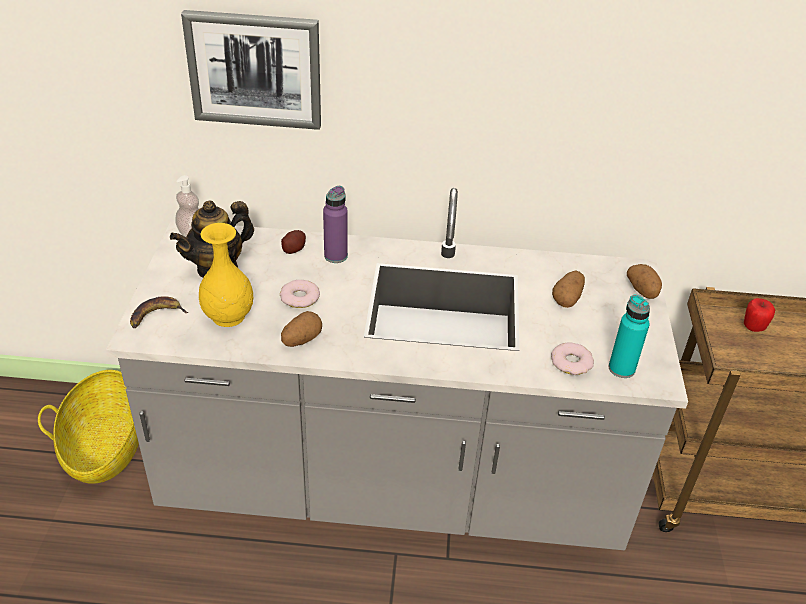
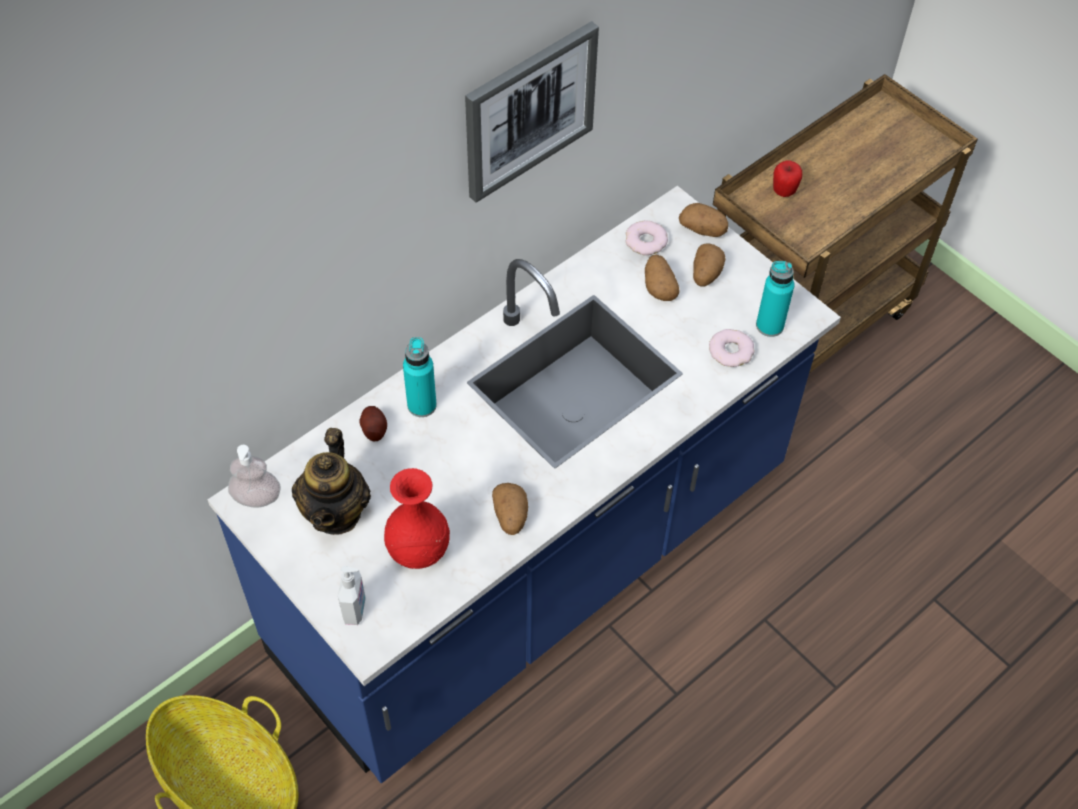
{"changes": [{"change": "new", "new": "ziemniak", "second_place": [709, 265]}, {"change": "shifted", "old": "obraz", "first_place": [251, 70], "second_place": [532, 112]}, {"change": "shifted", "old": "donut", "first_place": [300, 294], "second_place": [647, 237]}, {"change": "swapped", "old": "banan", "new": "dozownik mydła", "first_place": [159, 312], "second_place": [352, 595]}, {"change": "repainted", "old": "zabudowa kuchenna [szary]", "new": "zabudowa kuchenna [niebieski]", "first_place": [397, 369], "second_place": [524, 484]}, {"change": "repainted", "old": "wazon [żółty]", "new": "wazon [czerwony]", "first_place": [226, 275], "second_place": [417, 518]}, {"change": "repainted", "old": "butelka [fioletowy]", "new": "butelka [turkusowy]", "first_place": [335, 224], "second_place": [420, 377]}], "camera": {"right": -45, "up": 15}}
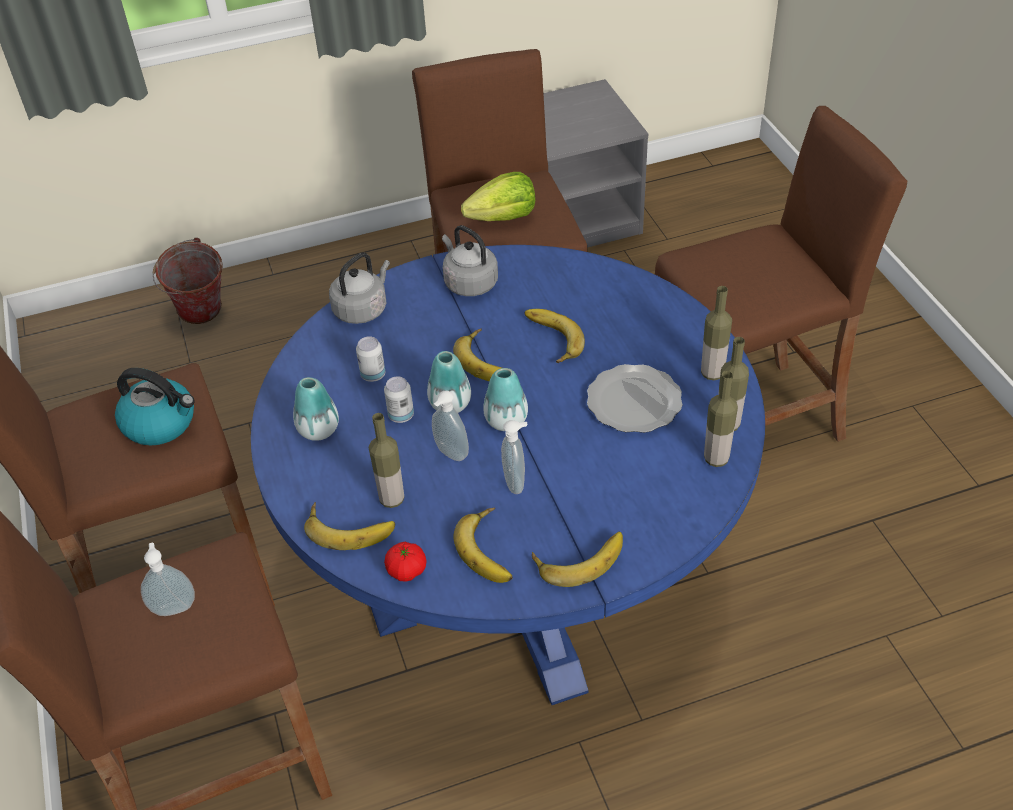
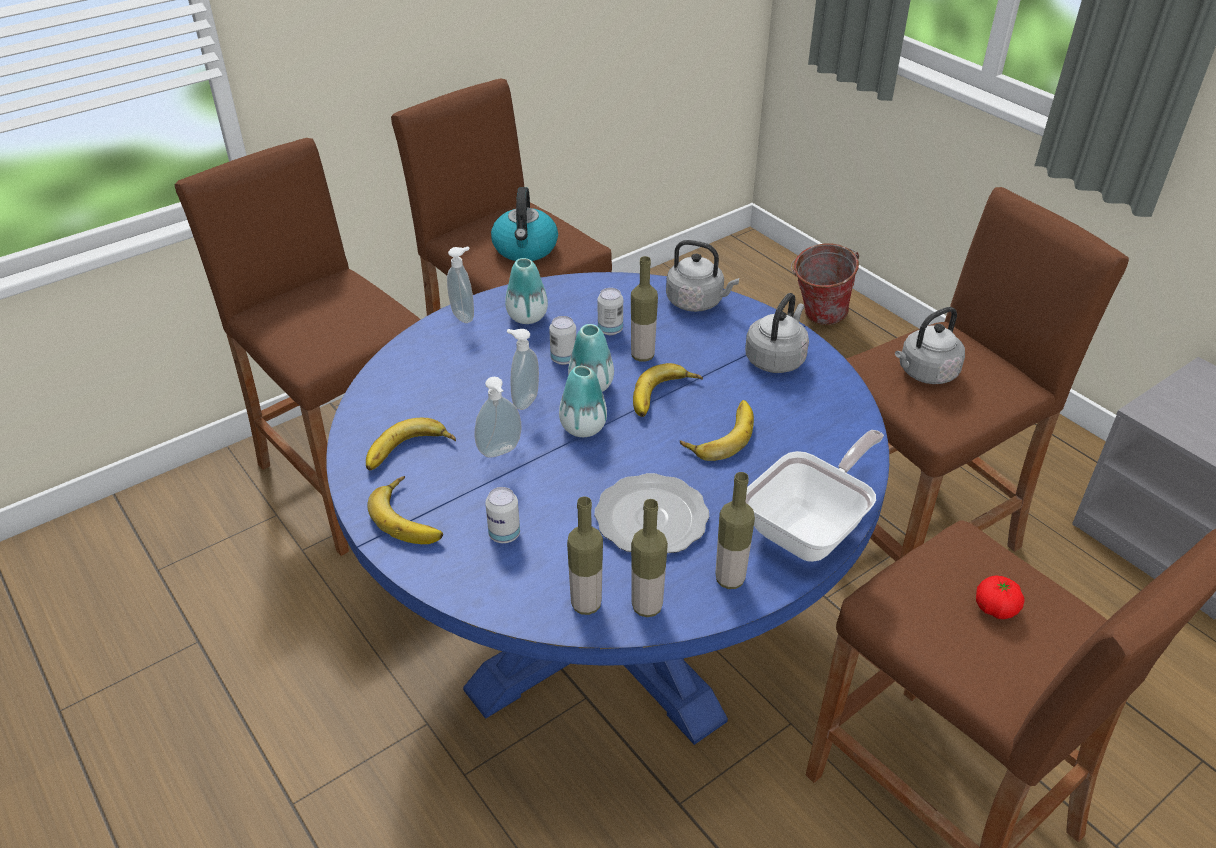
{"changes": [{"change": "gone", "old": "banan", "first_place": [349, 526]}, {"change": "new", "new": "puszka", "second_place": [502, 515]}, {"change": "new", "new": "patelnia", "second_place": [814, 496]}, {"change": "shifted", "old": "dozownik mydła", "first_place": [168, 579], "second_place": [460, 285]}, {"change": "shifted", "old": "butelka", "first_place": [386, 460], "second_place": [644, 309]}, {"change": "shifted", "old": "pomidor", "first_place": [405, 562], "second_place": [1000, 597]}, {"change": "swapped", "old": "sałata", "new": "czajnik [szary]", "first_place": [498, 196], "second_place": [930, 345]}], "camera": {"right": 70, "up": -5}}
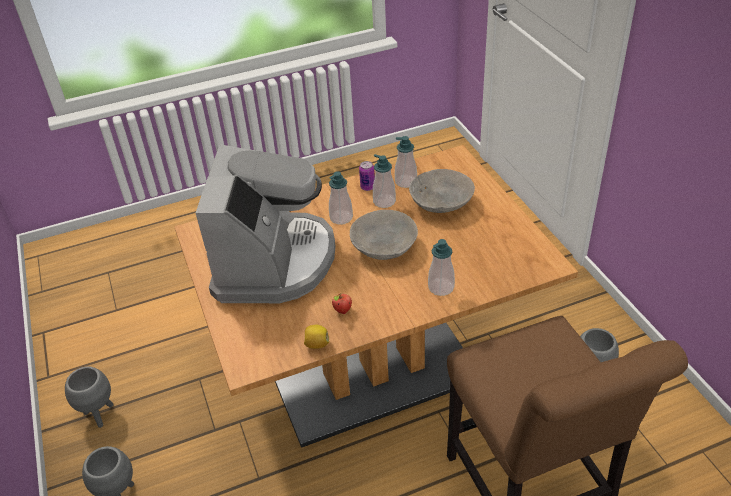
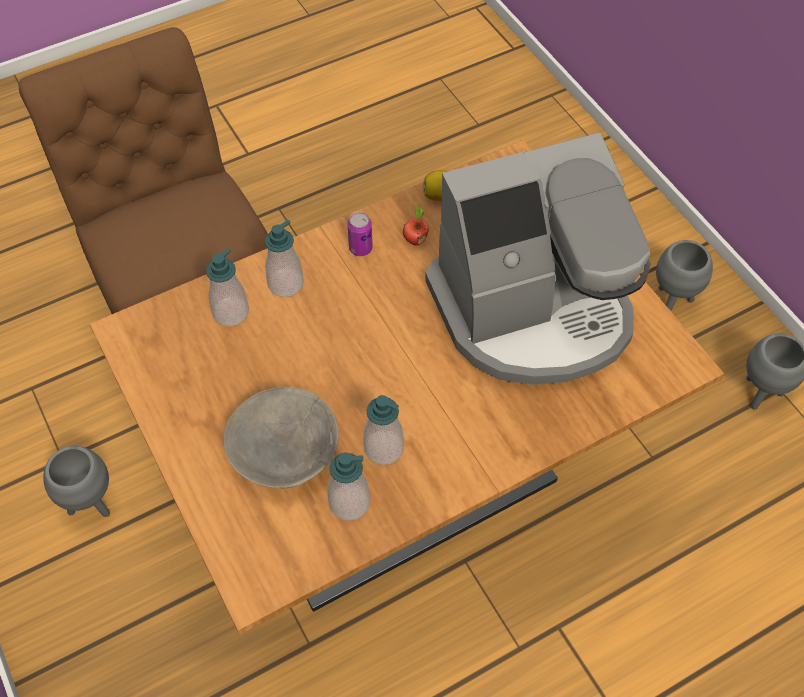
{"changes": [{"change": "gone", "old": "miska [szary]", "first_place": [384, 235]}, {"change": "shifted", "old": "dozownik mydła", "first_place": [341, 198], "second_place": [227, 287]}, {"change": "shifted", "old": "puszka", "first_place": [367, 176], "second_place": [360, 234]}, {"change": "rotated", "old": "ekspres do kawy", "first_place": [266, 223], "second_place": [538, 258], "degrees": -105}], "camera": {"right": 170, "up": 15}}
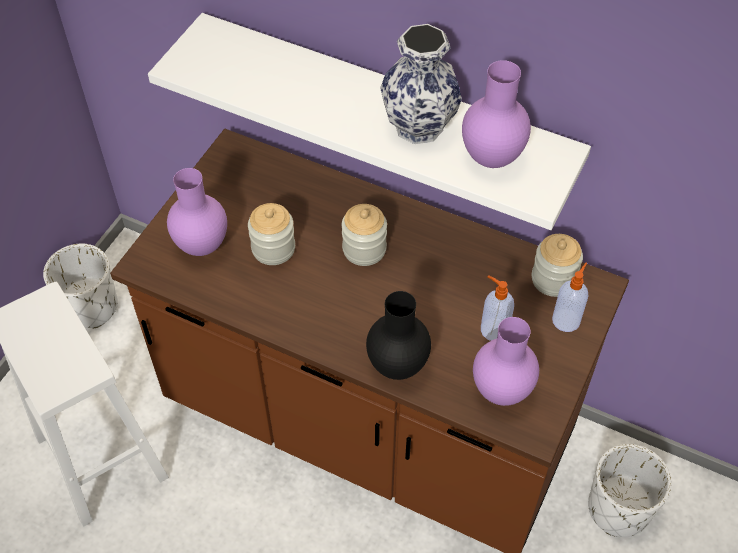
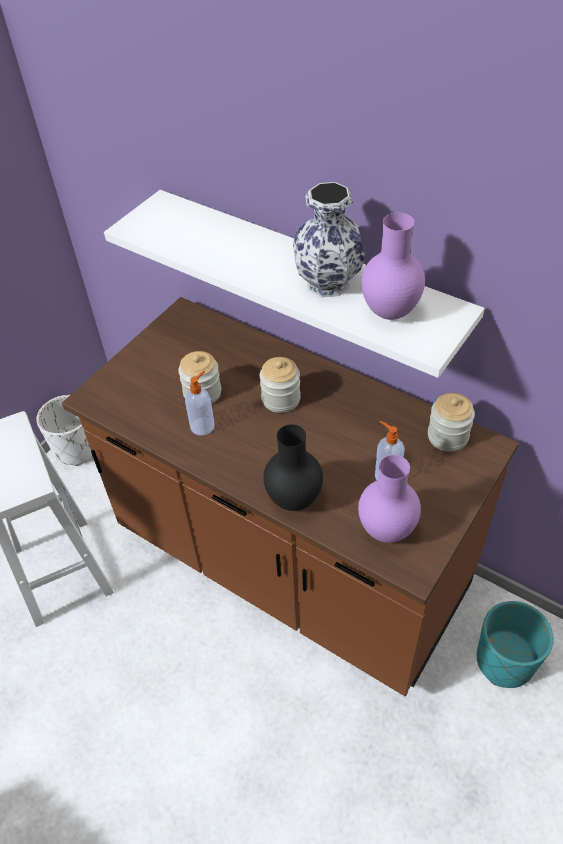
{"changes": [{"change": "gone", "old": "wazon [fioletowy]", "first_place": [197, 212]}, {"change": "shifted", "old": "dozownik mydła", "first_place": [570, 297], "second_place": [200, 403]}, {"change": "repainted", "old": "donica [biały]", "new": "donica [turkusowy]", "first_place": [630, 490], "second_place": [515, 644]}], "camera": {"right": 10, "up": -5}}
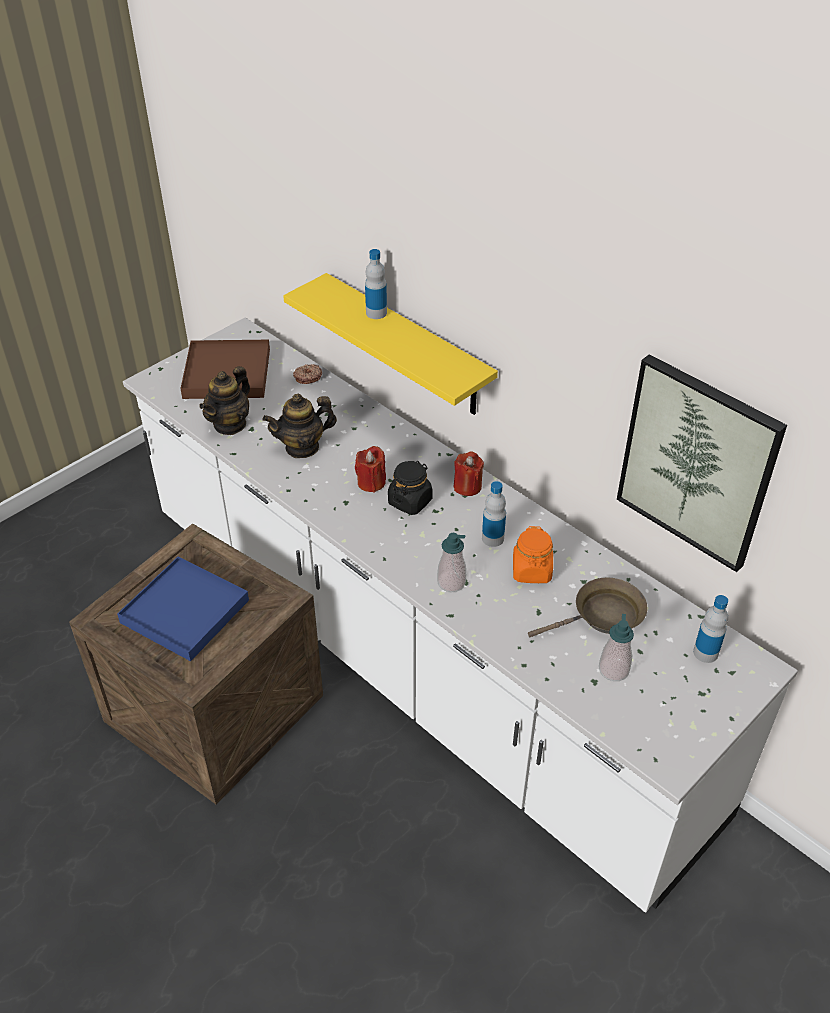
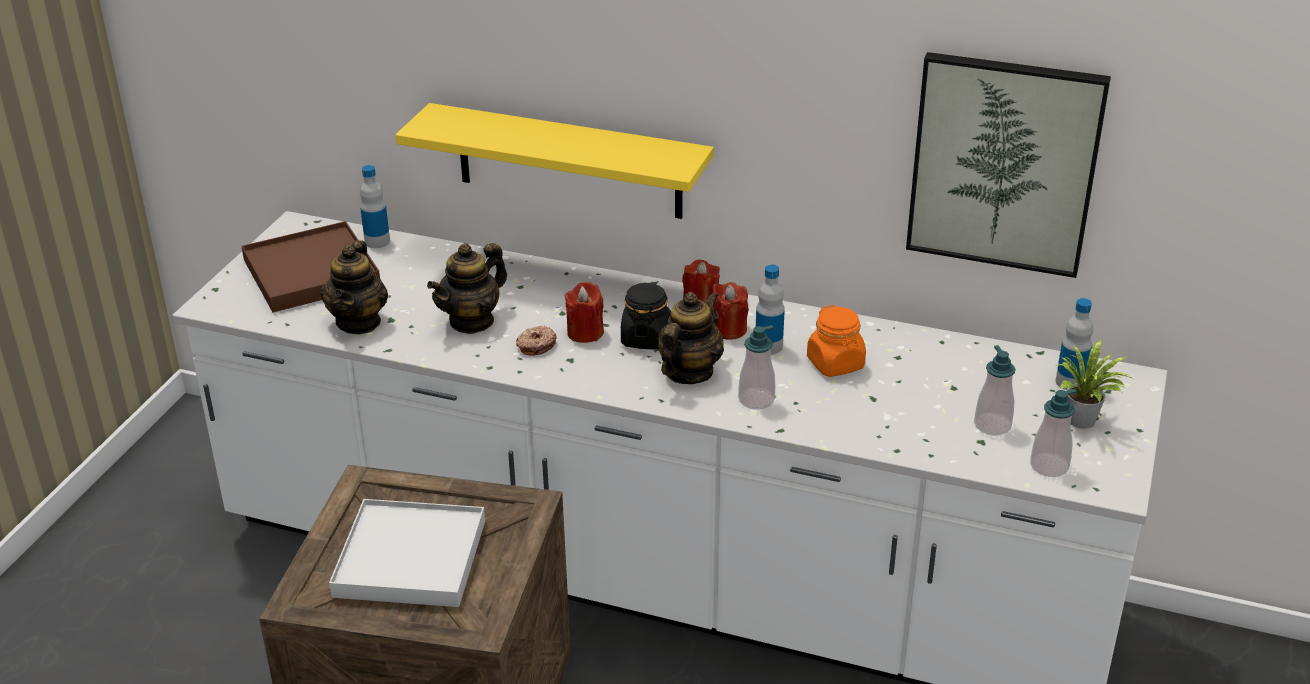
{"changes": [{"change": "gone", "old": "patelnia [brązowy]", "first_place": [588, 607]}, {"change": "new", "new": "imbryk", "second_place": [691, 338]}, {"change": "new", "new": "świeca [czerwony]", "second_place": [730, 311]}, {"change": "new", "new": "dozownik mydła", "second_place": [1053, 433]}, {"change": "new", "new": "roślina doniczkowa", "second_place": [1093, 384]}, {"change": "shifted", "old": "donut", "first_place": [307, 374], "second_place": [536, 341]}, {"change": "shifted", "old": "butelka", "first_place": [376, 284], "second_place": [375, 206]}, {"change": "repainted", "old": "taca [niebieski]", "new": "taca [biały]", "first_place": [183, 609], "second_place": [407, 553]}], "camera": {"right": -25, "up": -10}}
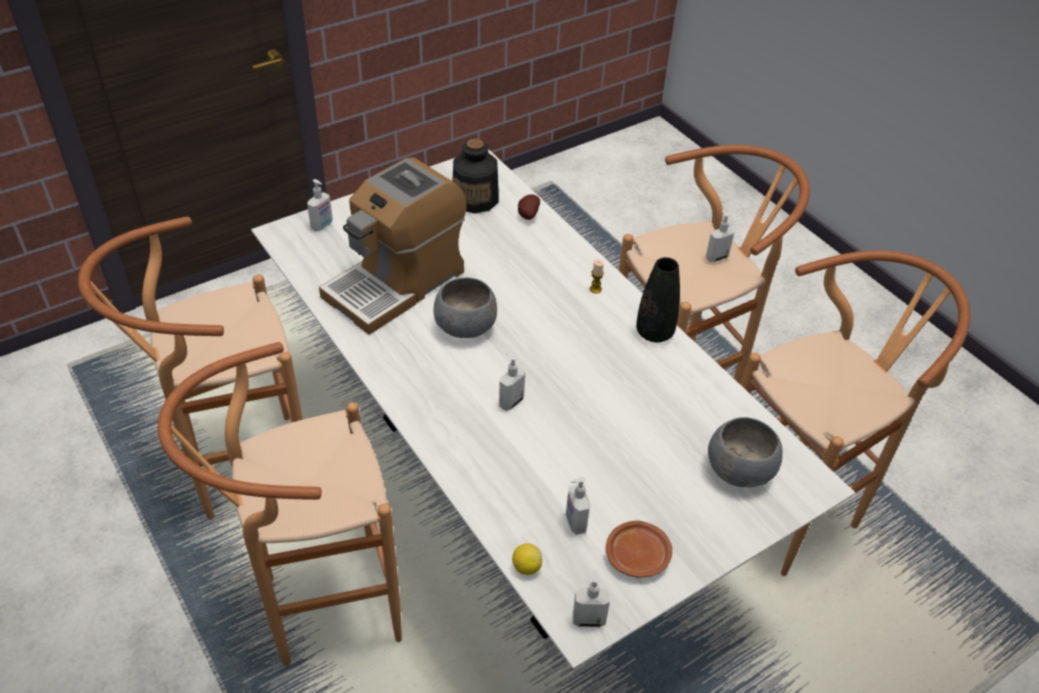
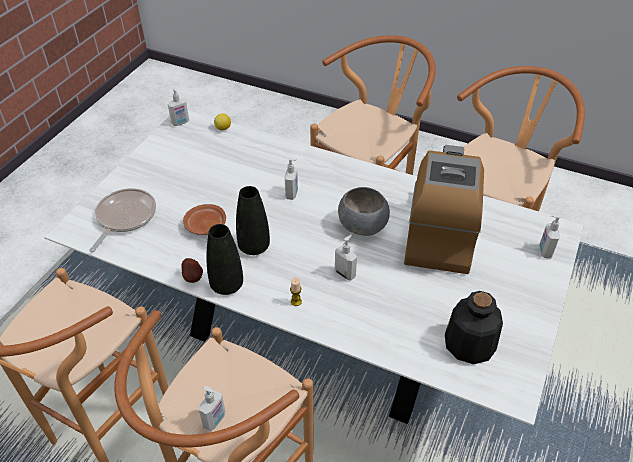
{"changes": [{"change": "new", "new": "wazon [czarny]", "second_place": [253, 220]}, {"change": "shifted", "old": "ziemniak", "first_place": [529, 207], "second_place": [192, 270]}, {"change": "shifted", "old": "dozownik mydła", "first_place": [578, 506], "second_place": [346, 258]}, {"change": "shifted", "old": "talerz [brązowy]", "first_place": [639, 549], "second_place": [204, 219]}, {"change": "swapped", "old": "miska [szary]", "new": "patelnia", "first_place": [745, 452], "second_place": [122, 220]}], "camera": {"right": 150, "up": 0}}
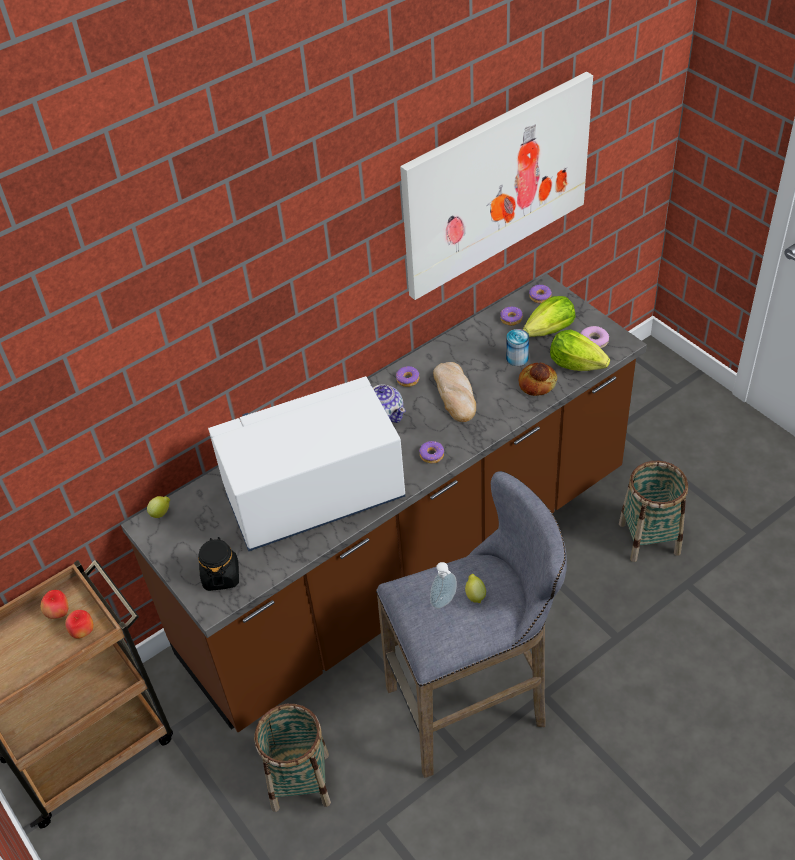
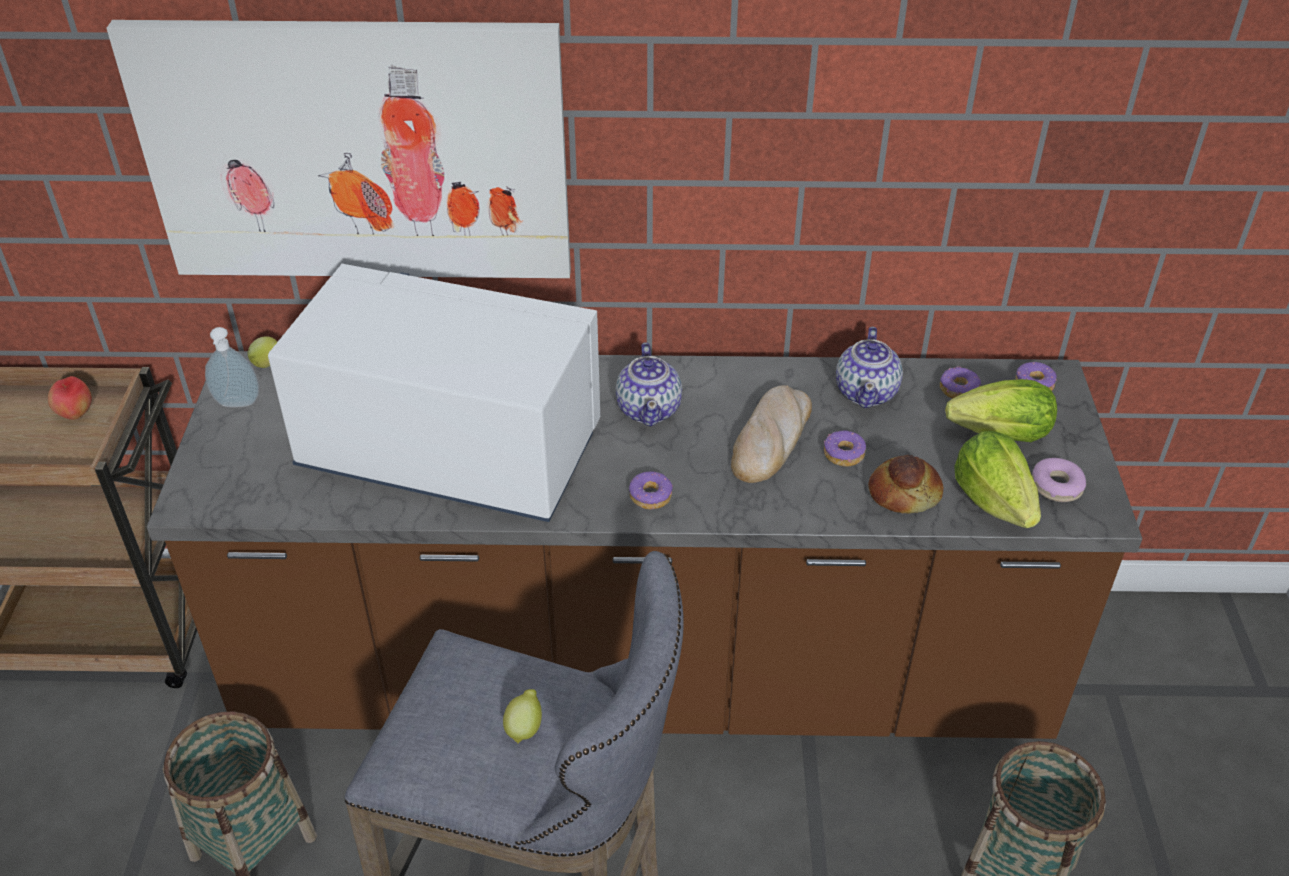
{"changes": [{"change": "gone", "old": "jabłko", "first_place": [79, 624]}, {"change": "gone", "old": "słoik [czarny]", "first_place": [218, 564]}, {"change": "gone", "old": "puszka", "first_place": [517, 347]}, {"change": "new", "new": "imbryk", "second_place": [869, 367]}, {"change": "shifted", "old": "donut", "first_place": [407, 376], "second_place": [845, 448]}, {"change": "shifted", "old": "obraz", "first_place": [496, 186], "second_place": [338, 149]}, {"change": "shifted", "old": "dozownik mydła", "first_place": [443, 585], "second_place": [232, 367]}], "camera": {"right": 35, "up": -5}}
